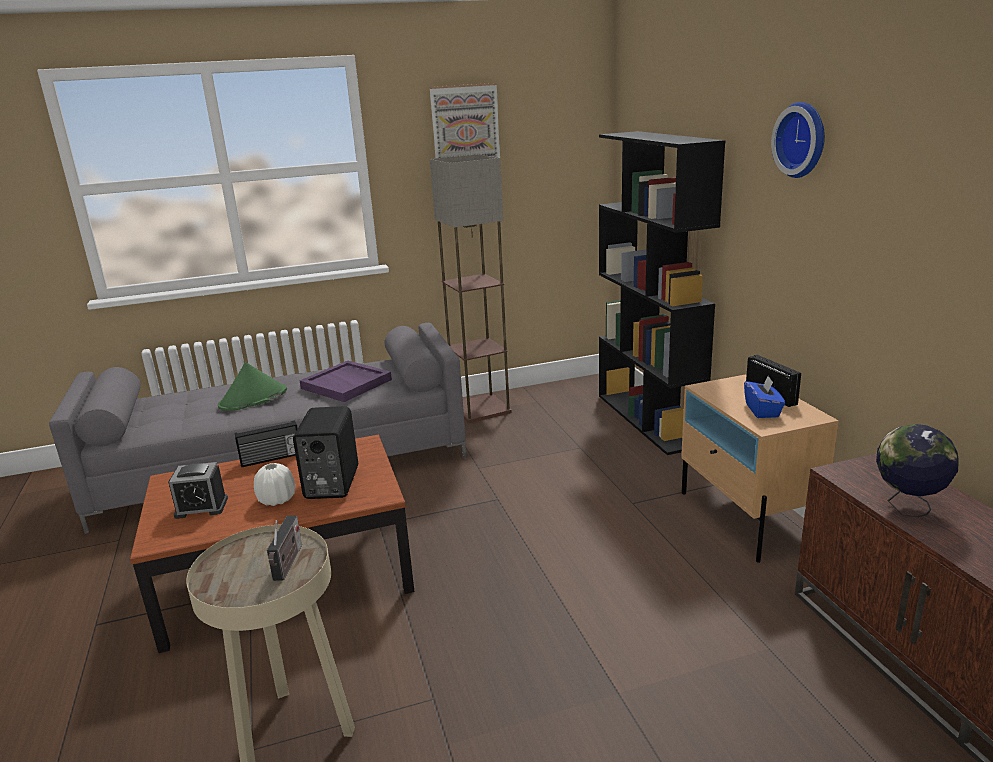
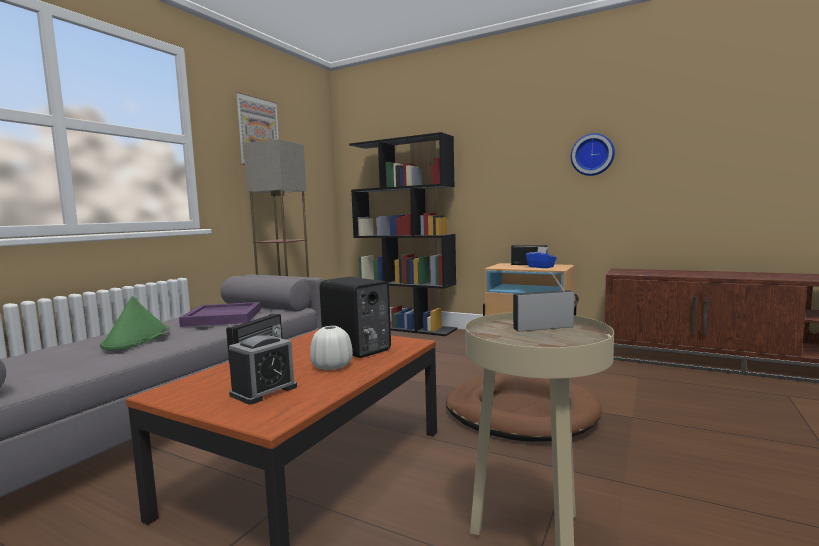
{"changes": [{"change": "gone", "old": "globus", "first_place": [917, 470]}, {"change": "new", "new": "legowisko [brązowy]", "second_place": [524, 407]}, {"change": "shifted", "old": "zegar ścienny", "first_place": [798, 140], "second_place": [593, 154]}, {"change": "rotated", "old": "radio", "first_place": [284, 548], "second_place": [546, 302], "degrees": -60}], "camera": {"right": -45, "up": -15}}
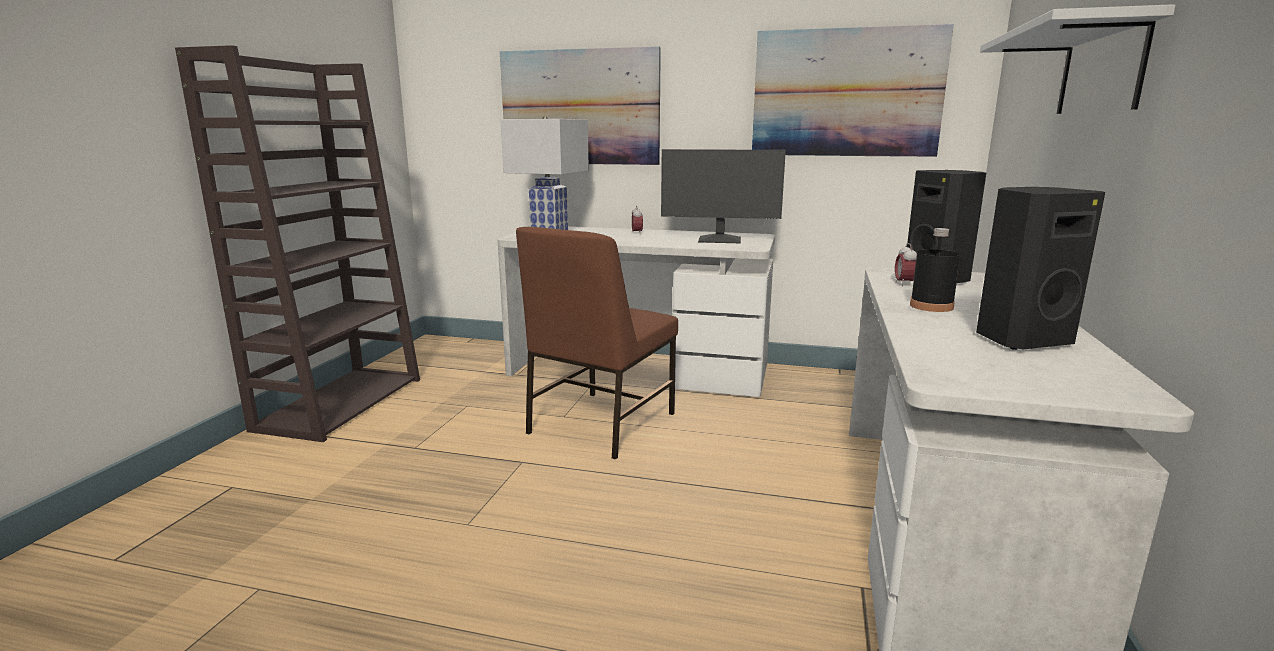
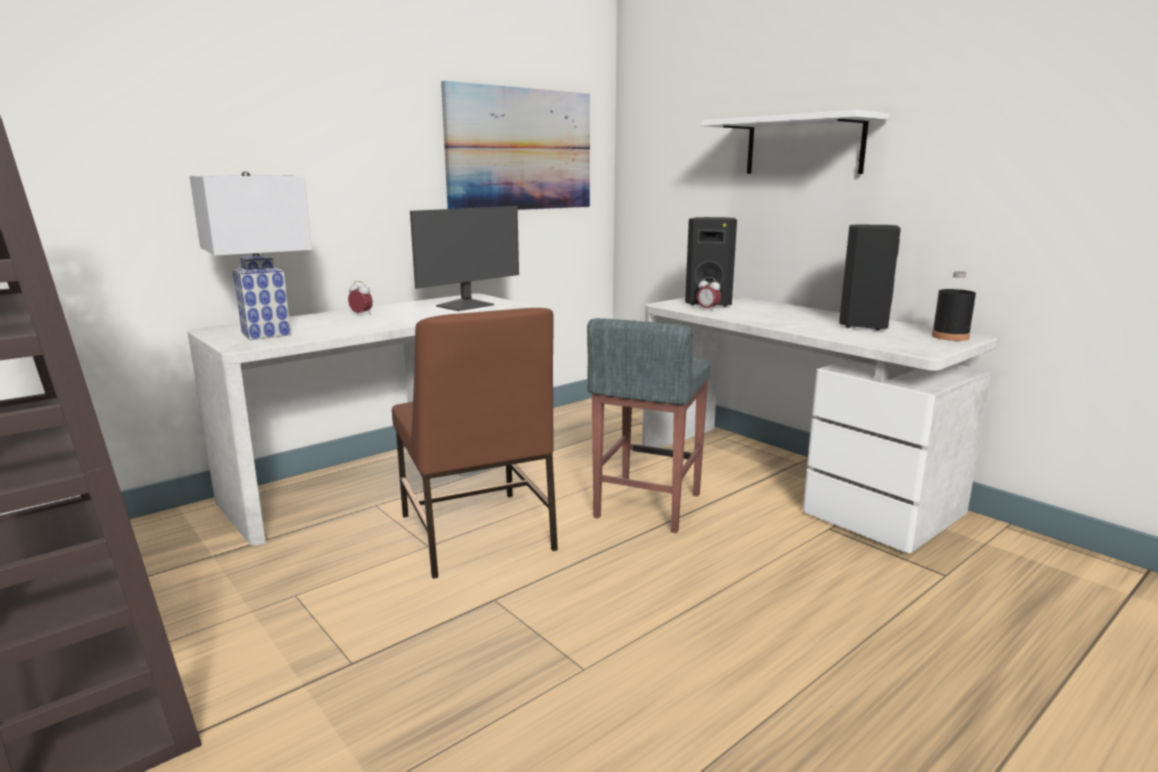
{"changes": [{"change": "gone", "old": "obraz", "first_place": [580, 106]}, {"change": "new", "new": "stołek [szary]", "second_place": [649, 425]}, {"change": "shifted", "old": "butelka [czarny]", "first_place": [935, 270], "second_place": [954, 306]}], "camera": {"right": -55, "up": 0}}
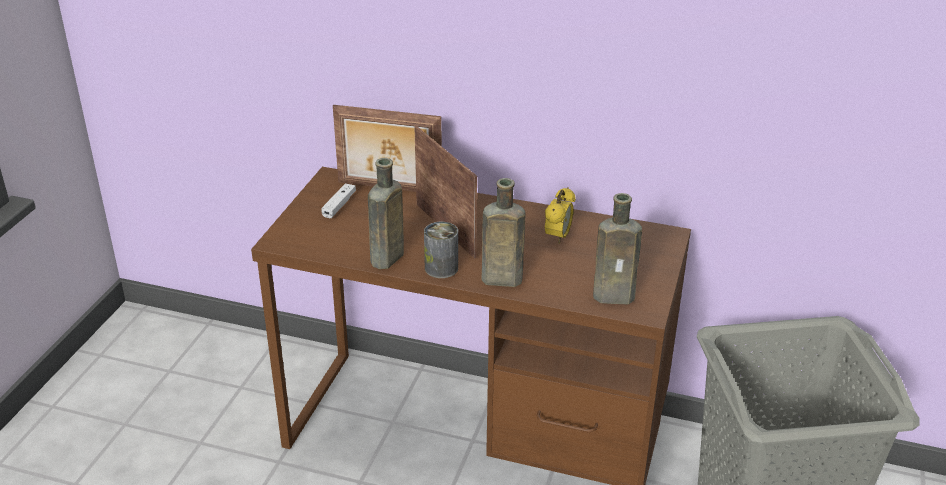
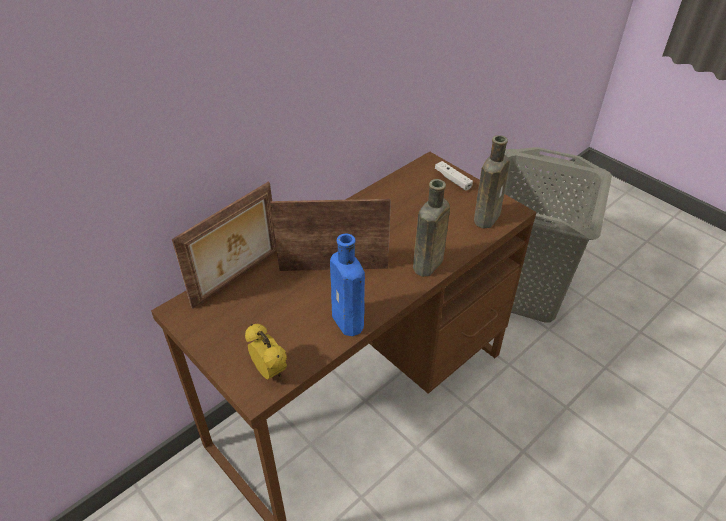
{"changes": [{"change": "gone", "old": "puszka", "first_place": [441, 250]}, {"change": "shifted", "old": "pad do gier [biały]", "first_place": [338, 200], "second_place": [454, 176]}, {"change": "shifted", "old": "budzik", "first_place": [560, 215], "second_place": [266, 352]}, {"change": "repainted", "old": "butelka [brązowy]", "new": "butelka [niebieski]", "first_place": [386, 213], "second_place": [347, 285]}], "camera": {"right": -60, "up": 10}}
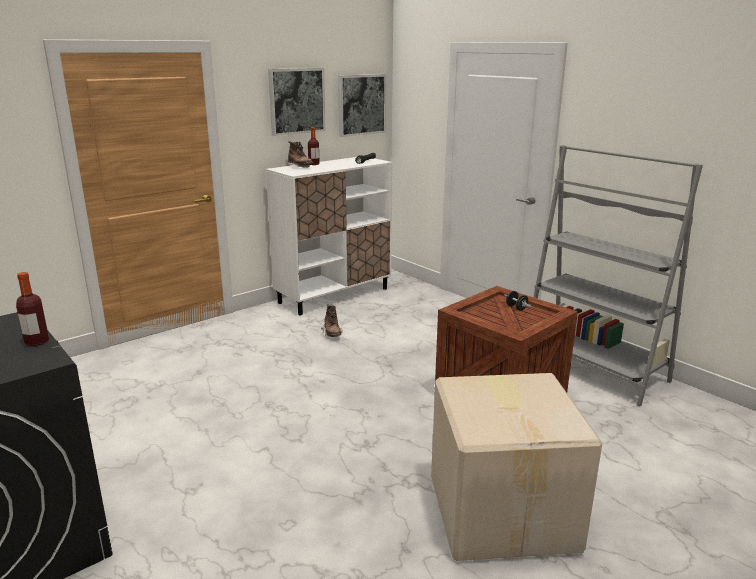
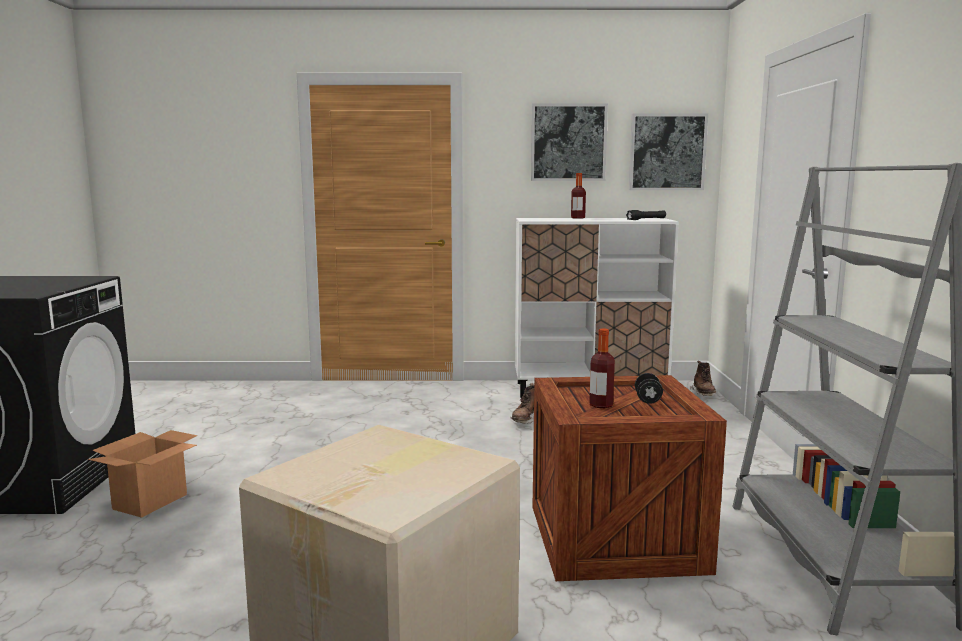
{"changes": [{"change": "new", "new": "karton", "second_place": [142, 474]}, {"change": "shifted", "old": "butelka", "first_place": [32, 309], "second_place": [602, 368]}, {"change": "shifted", "old": "but z cholewką [brązowy]", "first_place": [300, 154], "second_place": [703, 378]}], "camera": {"right": 40, "up": -10}}
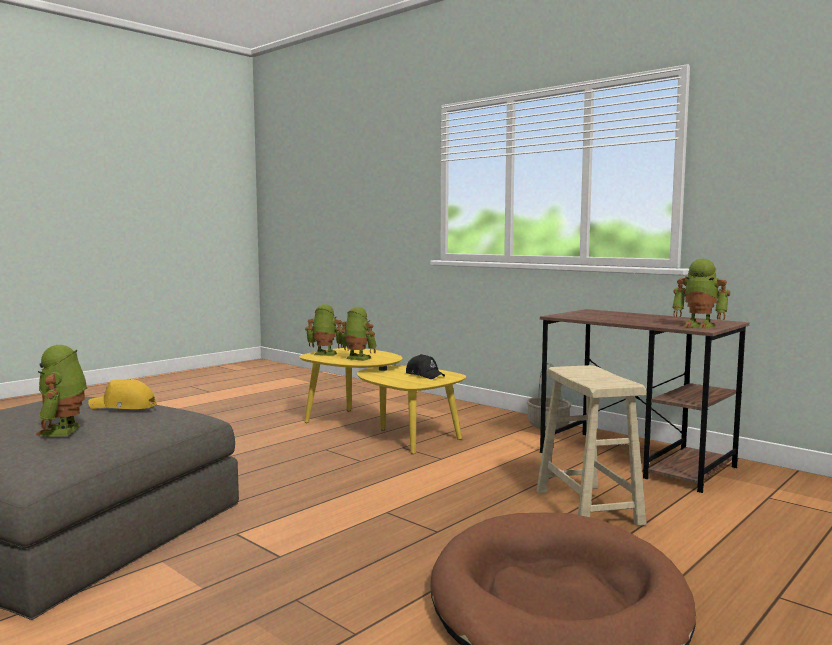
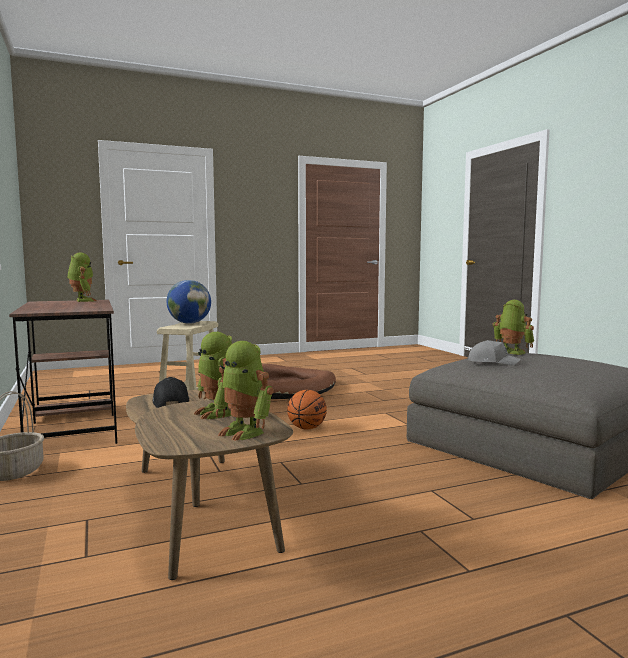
{"changes": [{"change": "new", "new": "globus", "second_place": [189, 302]}, {"change": "new", "new": "piłka do koszykówki", "second_place": [307, 410]}, {"change": "repainted", "old": "czapka z daszkiem [żółty]", "new": "czapka z daszkiem [szary]", "first_place": [122, 394], "second_place": [494, 353]}, {"change": "repainted", "old": "ława [żółty]", "new": "ława [brązowy]", "first_place": [382, 401], "second_place": [209, 485]}, {"change": "rotated", "old": "robot zabawkowy", "first_place": [61, 391], "second_place": [513, 327], "degrees": -60}], "camera": {"right": -155, "up": 0}}
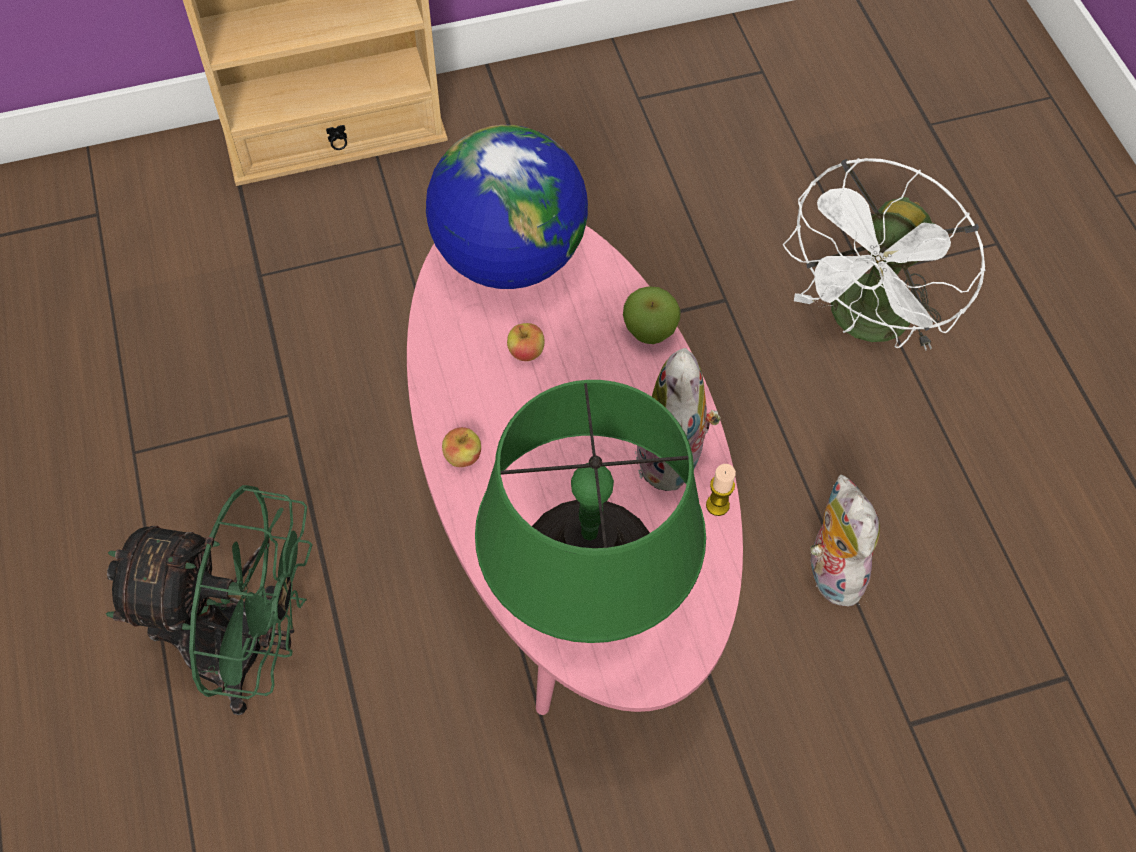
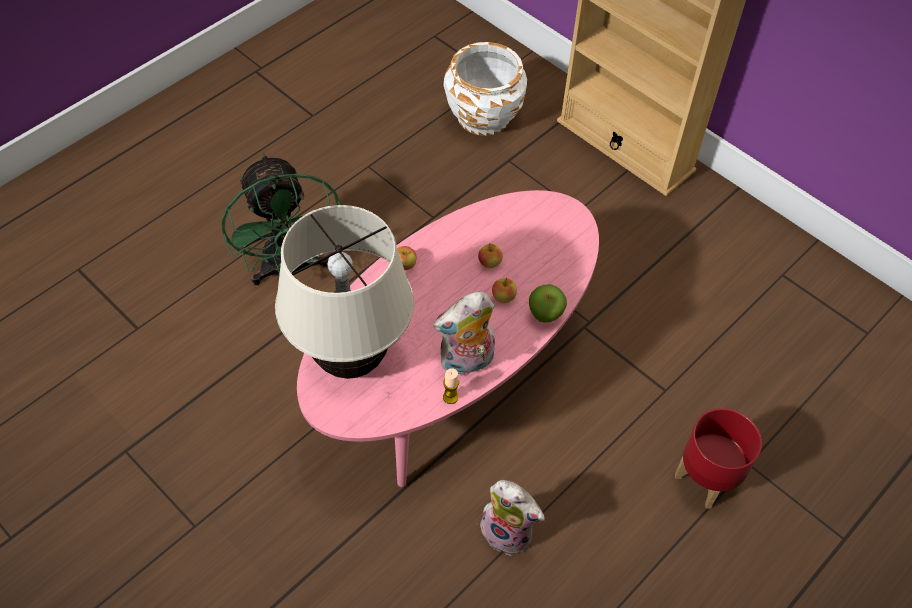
{"changes": [{"change": "gone", "old": "globus", "first_place": [507, 207]}, {"change": "new", "new": "donica [biały]", "second_place": [485, 89]}, {"change": "new", "new": "jabłko", "second_place": [504, 290]}, {"change": "swapped", "old": "wentylator [biały]", "new": "donica [czerwony]", "first_place": [884, 254], "second_place": [718, 458]}, {"change": "repainted", "old": "lampa stołowa [zielony]", "new": "lampa stołowa [beżowy]", "first_place": [590, 511], "second_place": [344, 292]}, {"change": "rotated", "old": "pluszak", "first_place": [845, 540], "second_place": [512, 518], "degrees": 75}], "camera": {"right": 60, "up": -5}}
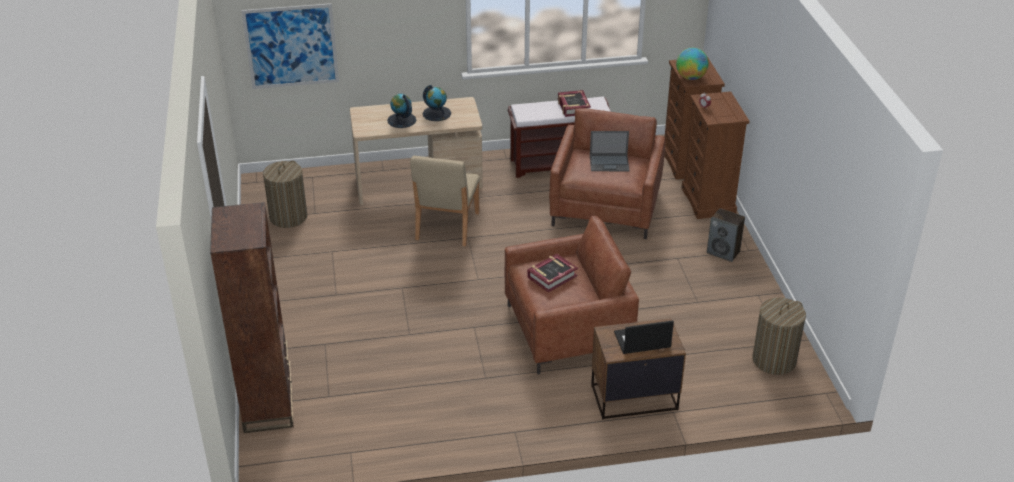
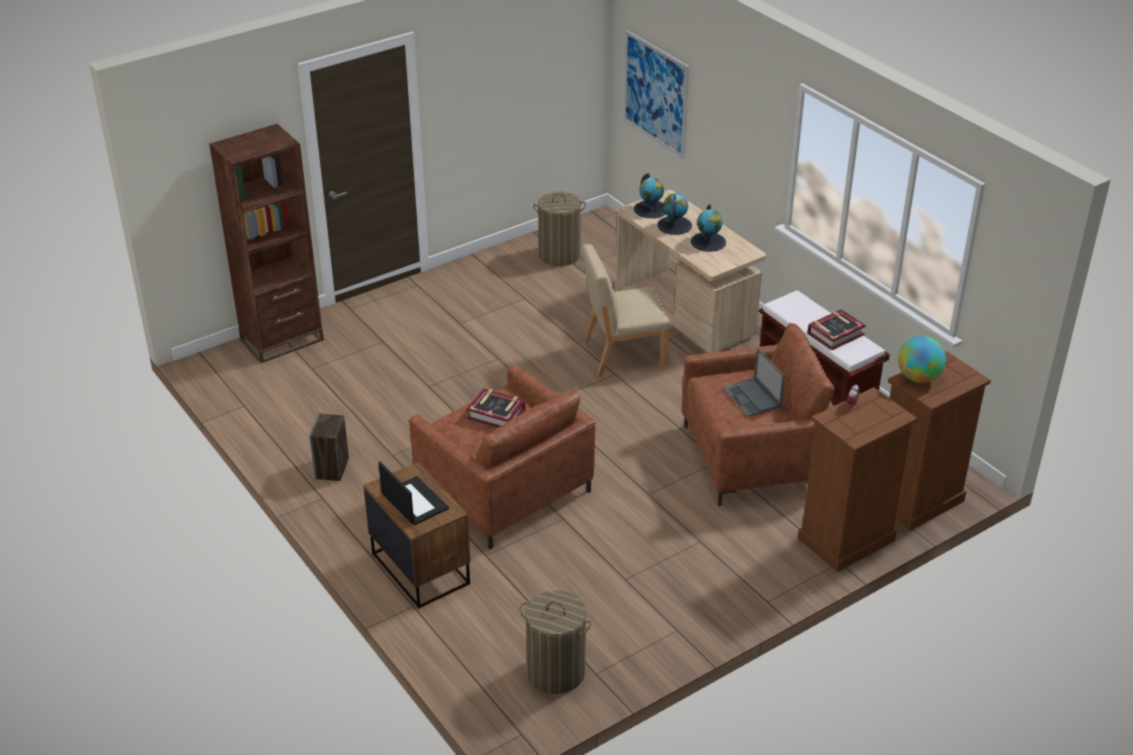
{"changes": [{"change": "new", "new": "globus", "second_place": [650, 195]}, {"change": "shifted", "old": "głośnik", "first_place": [726, 235], "second_place": [329, 447]}], "camera": {"right": 65, "up": 0}}
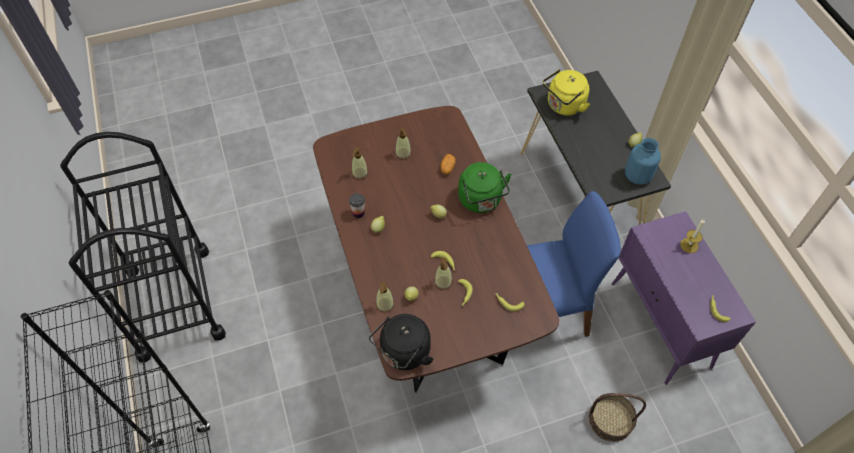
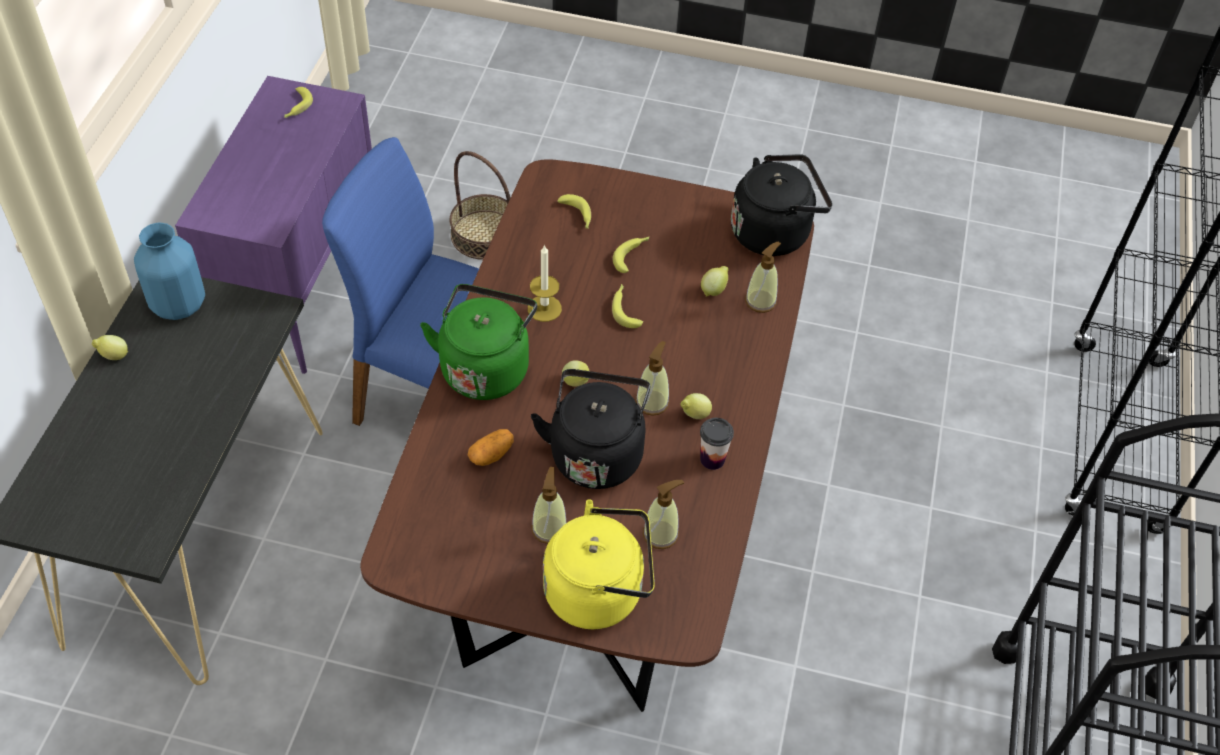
{"changes": [{"change": "new", "new": "czajnik [czarny]", "second_place": [591, 429]}, {"change": "shifted", "old": "dozownik mydła", "first_place": [443, 274], "second_place": [652, 378]}, {"change": "shifted", "old": "czajnik [żółty]", "first_place": [566, 92], "second_place": [599, 564]}, {"change": "shifted", "old": "świeca", "first_place": [692, 236], "second_place": [545, 283]}], "camera": {"right": -150, "up": -5}}
